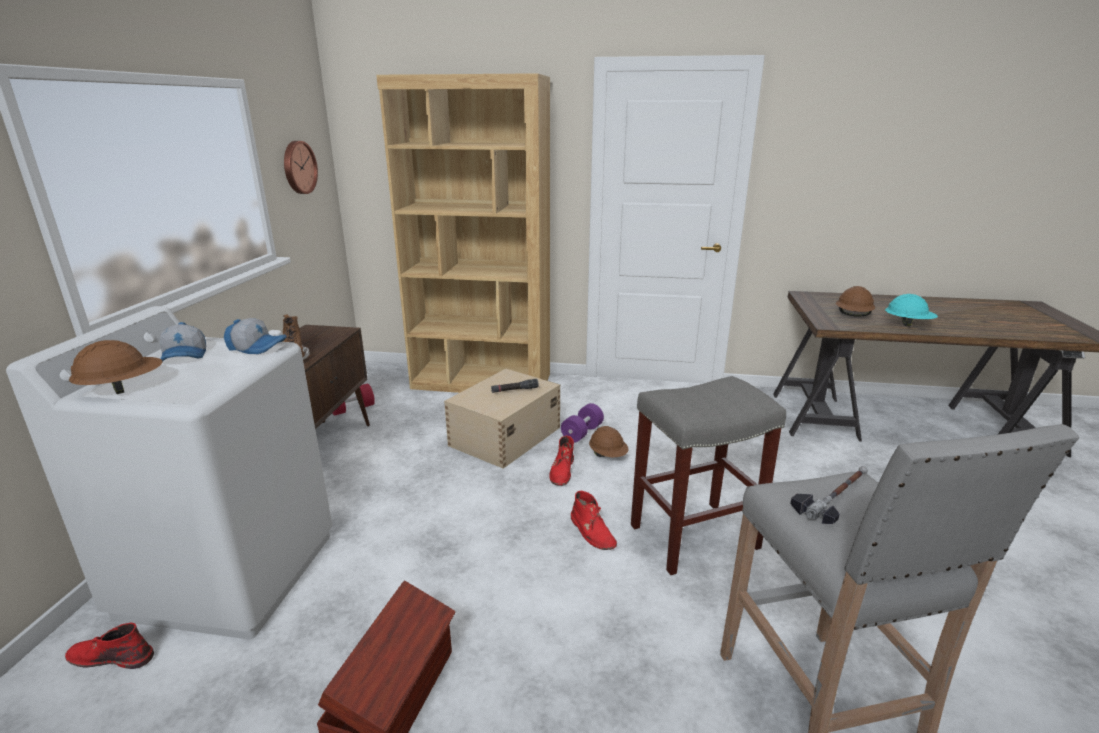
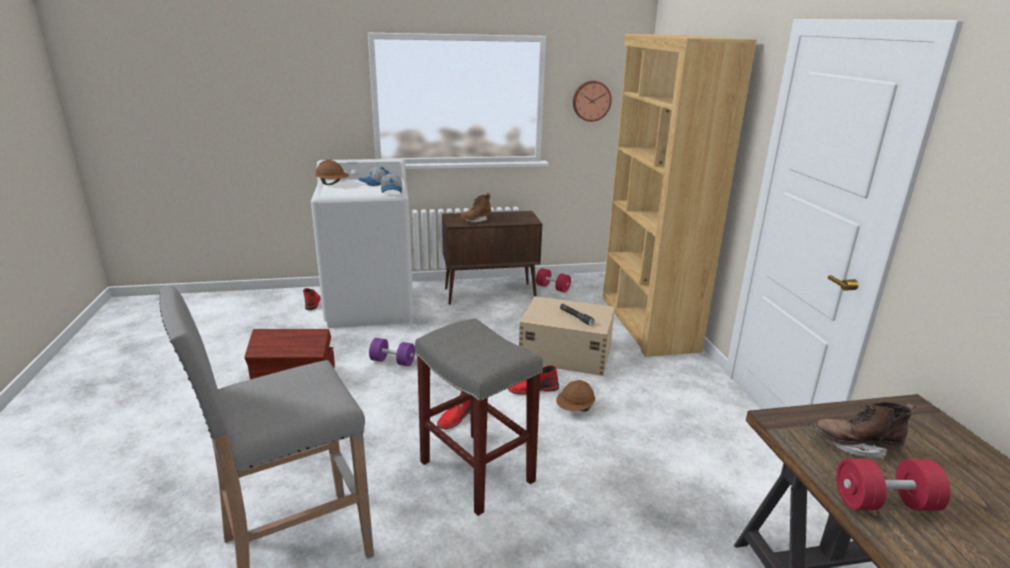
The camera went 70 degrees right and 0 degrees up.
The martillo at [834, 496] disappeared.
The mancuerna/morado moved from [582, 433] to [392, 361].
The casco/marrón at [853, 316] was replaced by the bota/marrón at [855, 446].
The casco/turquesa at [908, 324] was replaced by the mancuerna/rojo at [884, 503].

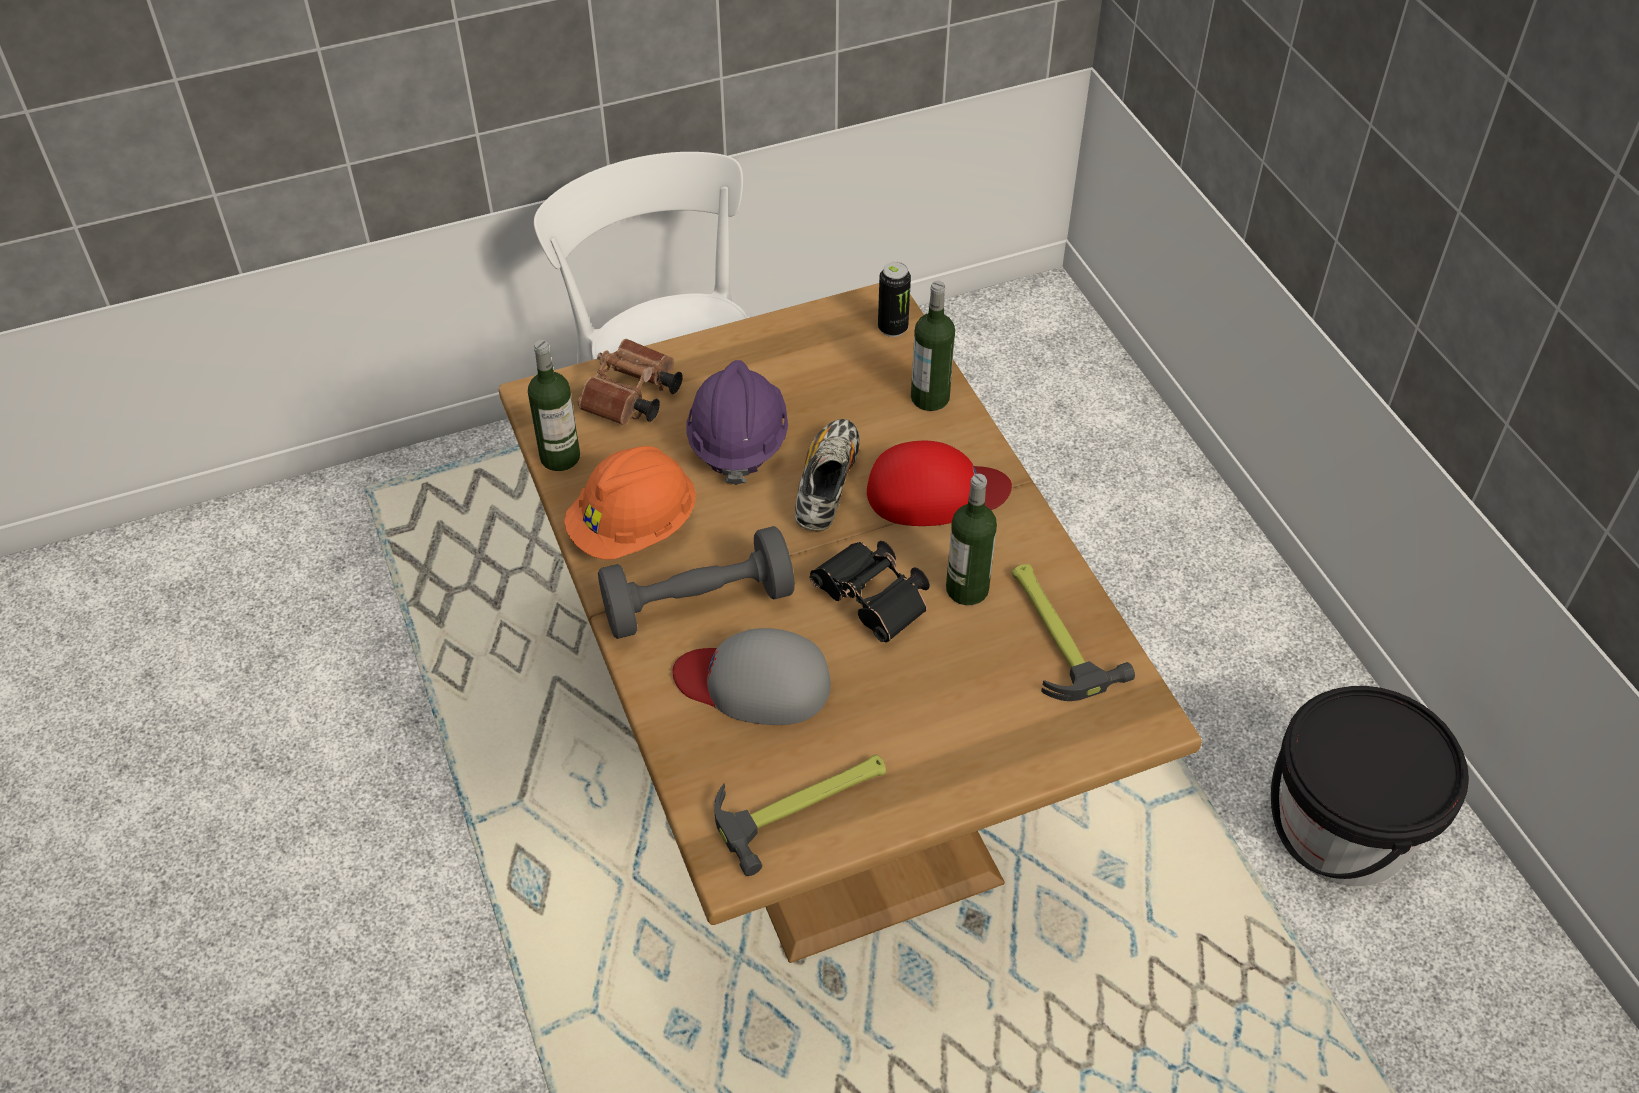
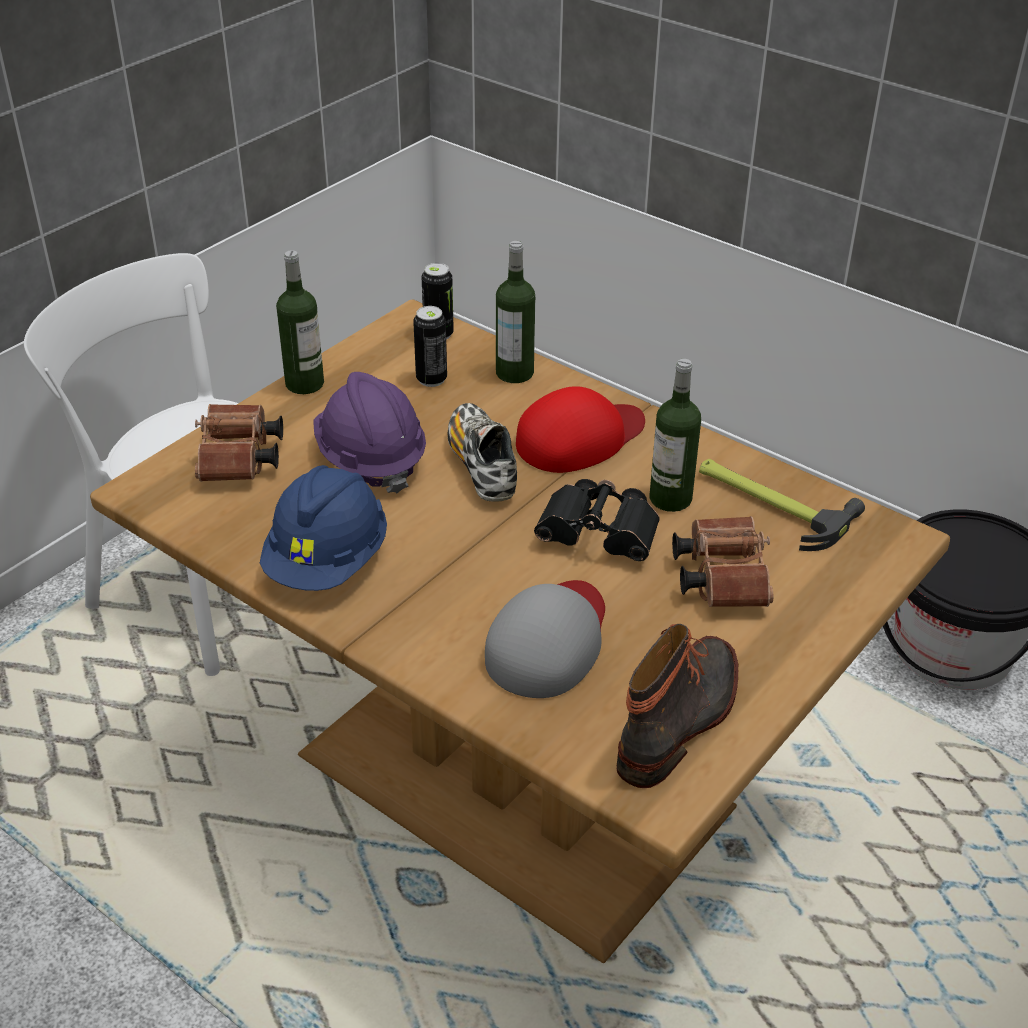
The camera went 30 degrees left and 10 degrees down.
The mancuerna/gris at [698, 604] disappeared.
The lata at [431, 379] appeared.
The prismáticos/marrón at [720, 576] appeared.
The botella moved from [560, 457] to [304, 384].
The martillo at [804, 804] was replaced by the bota at [680, 720].
The casco/naranja at [634, 528] became the casco/azul at [328, 561].
The gorra/gris at [754, 682] turned 135 degrees clockwise.

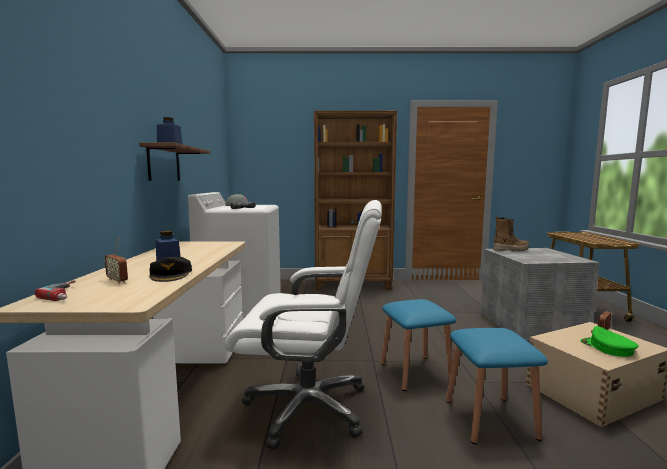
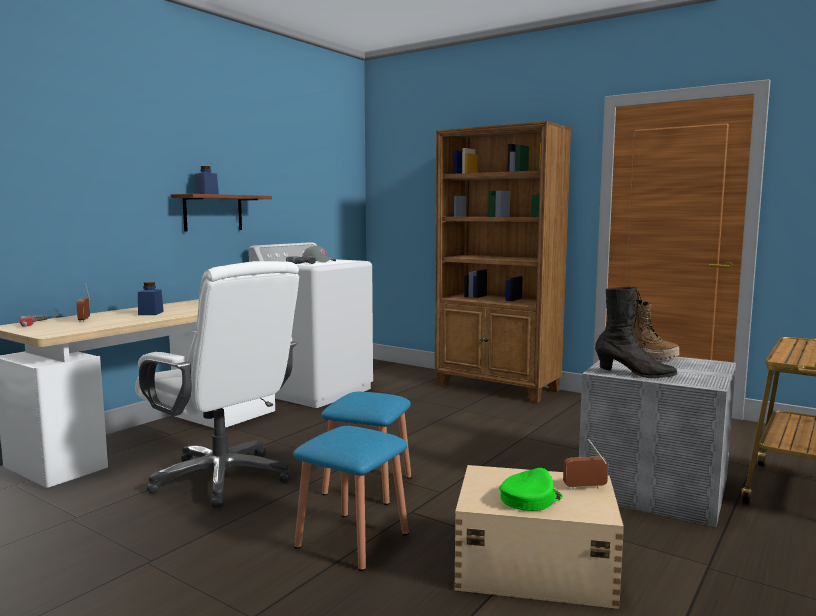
The camera went 35 degrees right and 0 degrees up.
The gorra/negro at [171, 274] disappeared.
The bota/negro at [634, 374] appeared.
The gorra/verde at [607, 347] turned 45 degrees clockwise.

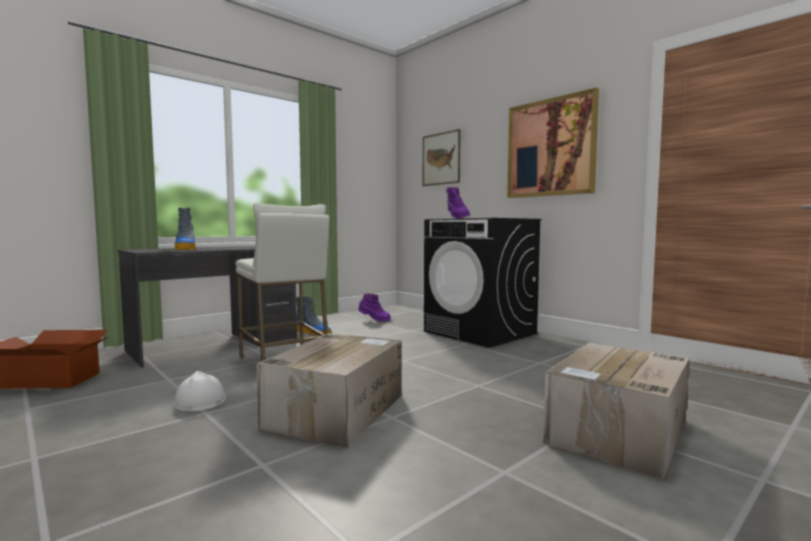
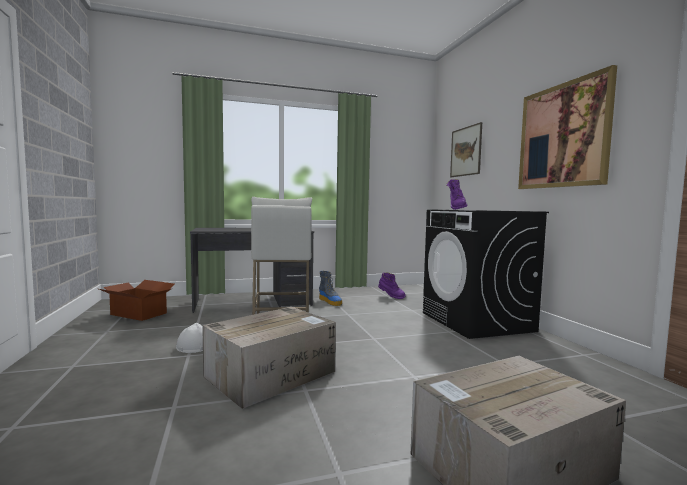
The camera went 25 degrees right and 0 degrees up.
The bota at [185, 249] disappeared.

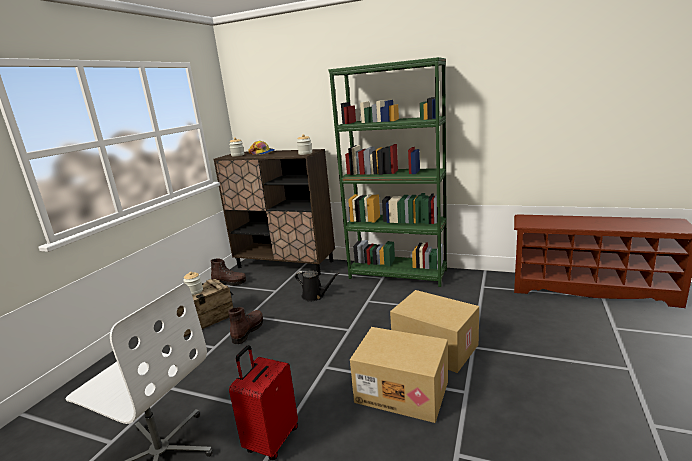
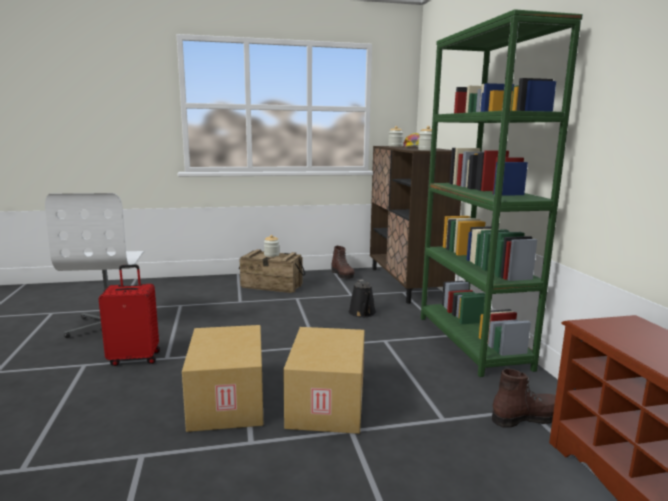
The camera went 55 degrees right and 5 degrees down.
The bota/marrón moved from [248, 331] to [526, 418].

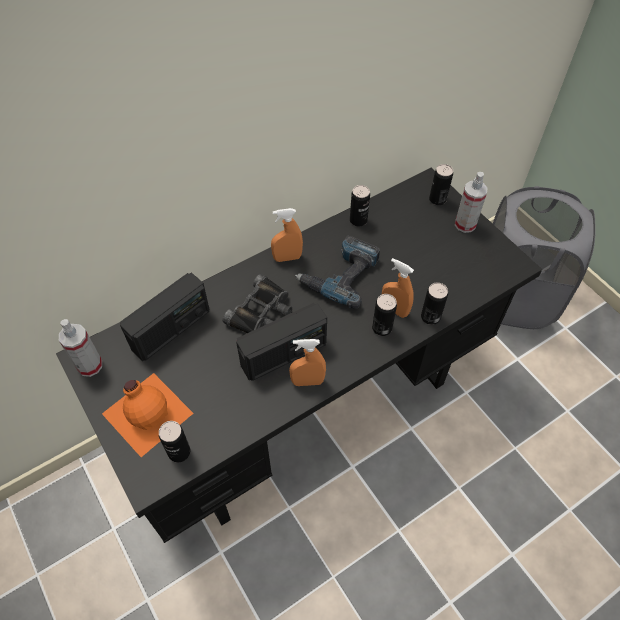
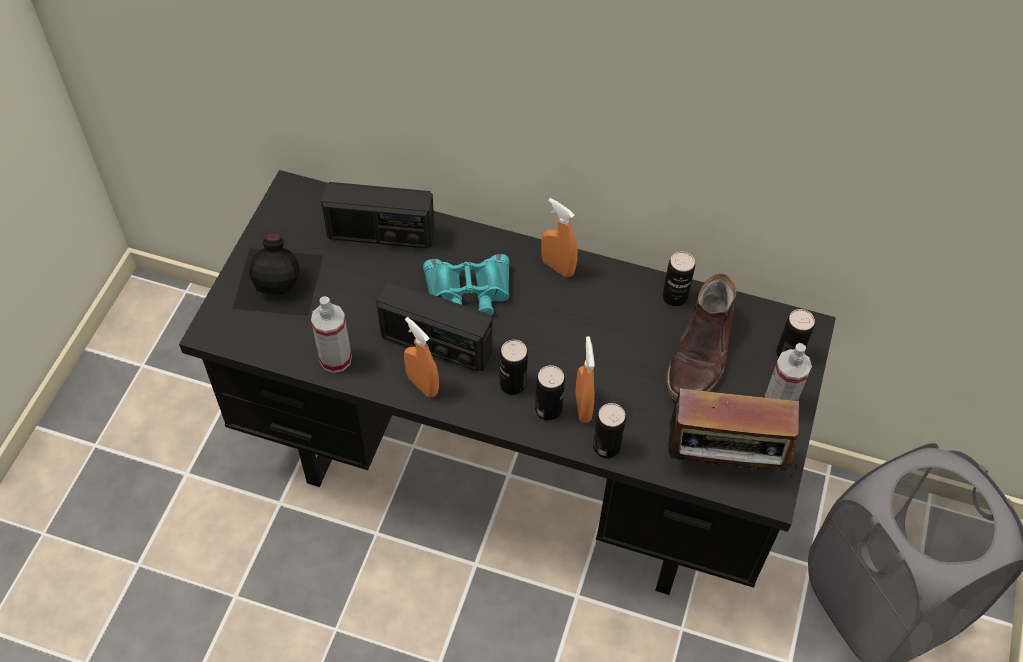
The camera went 50 degrees right and 0 degrees up.
The taladro at [340, 274] disappeared.
The radio at [724, 463] appeared.
The bota/marrón at [701, 354] appeared.
The pulverizador moved from [90, 365] to [335, 359].
The lata moved from [179, 452] to [512, 384].
The botella/naranja at [147, 412] became the botella/negro at [280, 280].
The prismáticos/negro at [261, 312] became the prismáticos/turquesa at [468, 292].

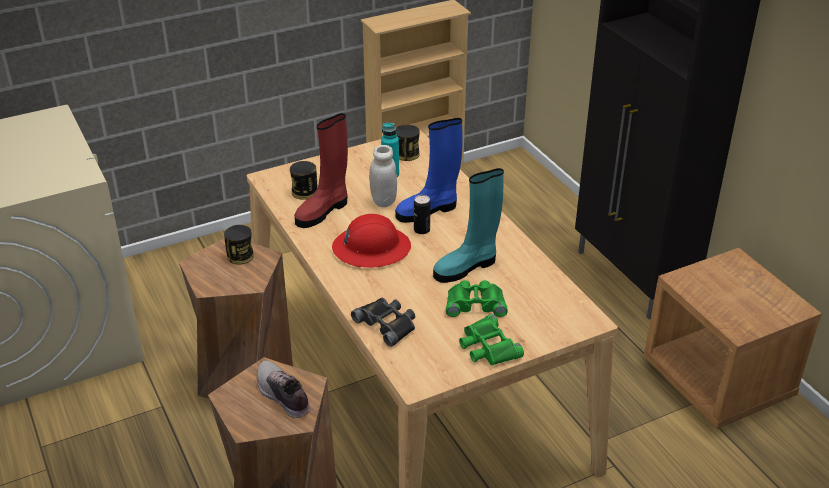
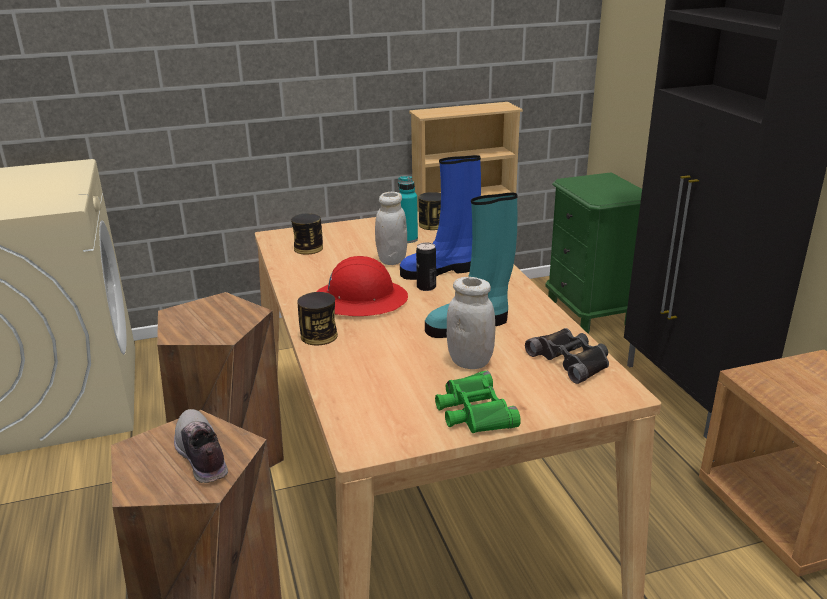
The camera went 10 degrees right and 10 degrees down.
The bota/rojo at [323, 211] disappeared.
The mesita de noche/verde at [590, 313] appeared.
The lata moved from [240, 256] to [319, 336].
The prismáticos/negro moved from [387, 324] to [571, 360].
The prismáticos/verde at [475, 303] was replaced by the tarro/blanco at [470, 362].

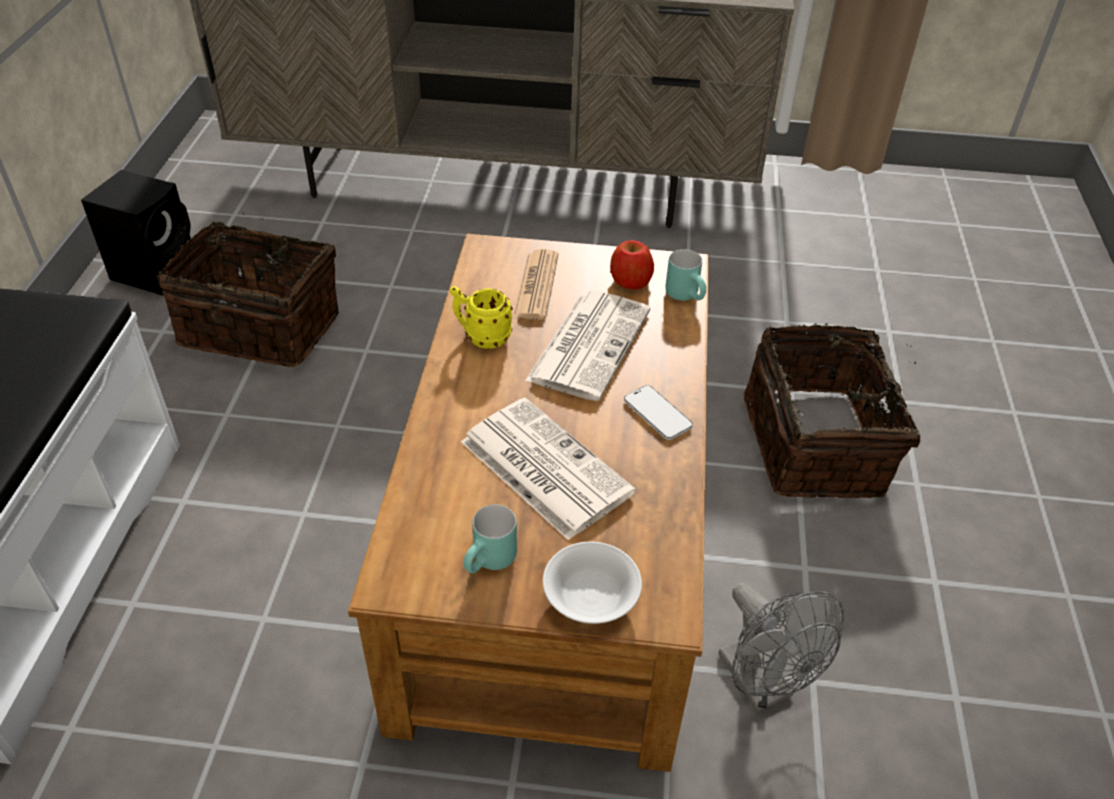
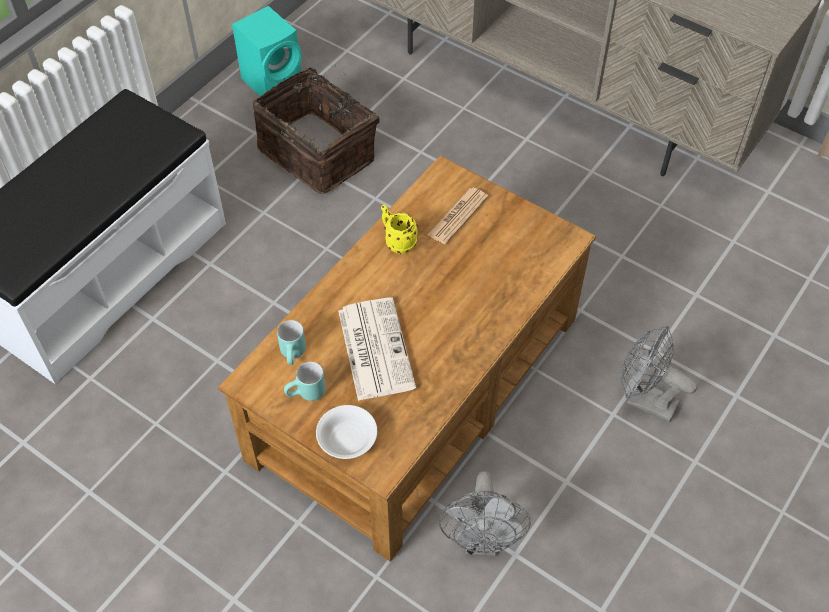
The camera went 30 degrees right and 10 degrees up.
The periódico at [589, 344] disappeared.
The manzana at [630, 280] disappeared.
The móvil at [657, 414] disappeared.
The taza grande/turquesa moved from [687, 296] to [294, 354].
The cesta at [818, 444] was replaced by the ventilador/gris at [644, 400].
The altavoz/negro at [157, 271] became the altavoz/turquesa at [274, 82].

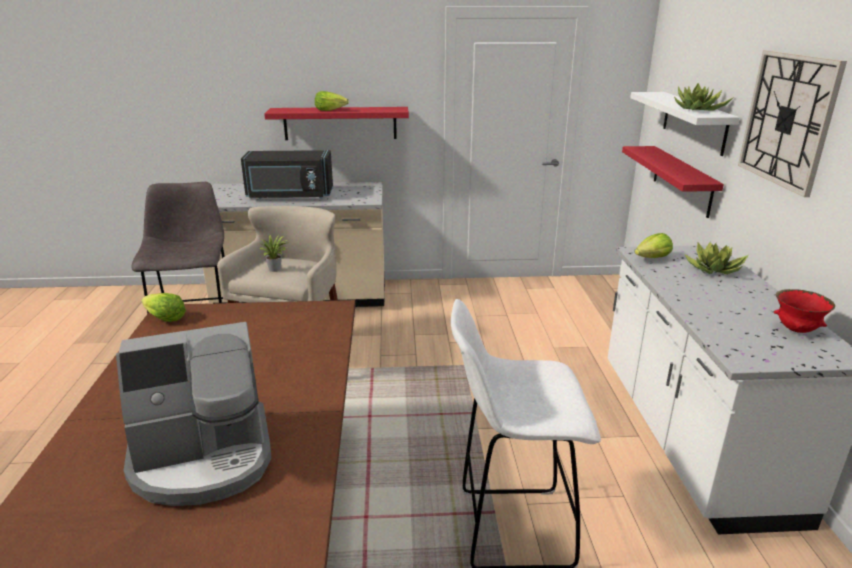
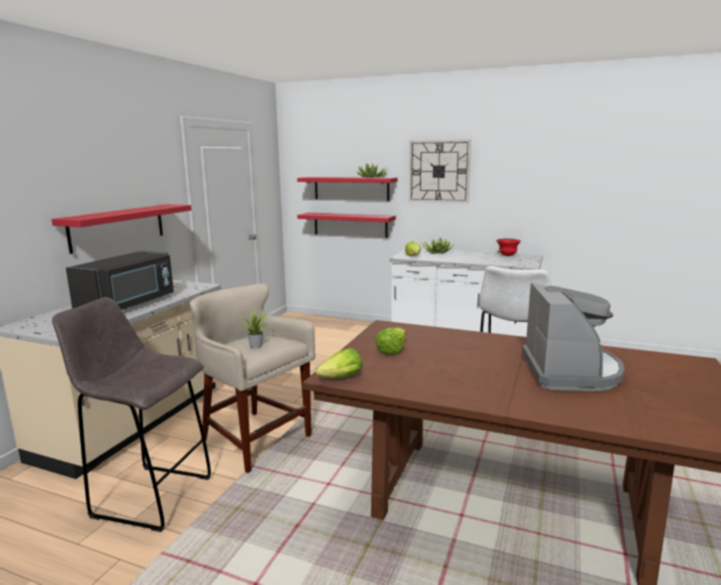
The camera went 65 degrees left and 10 degrees down.
The lechuga moved from [330, 110] to [391, 350].
The estante/blanco at [694, 122] became the estante/rojo at [351, 188].

